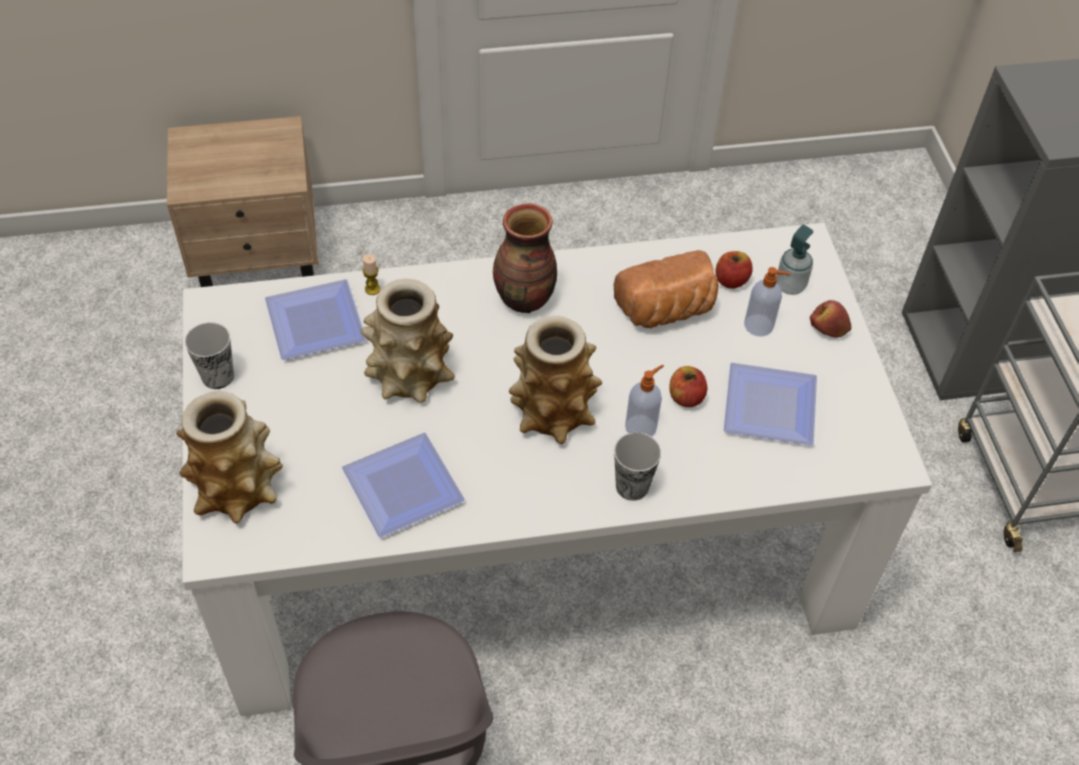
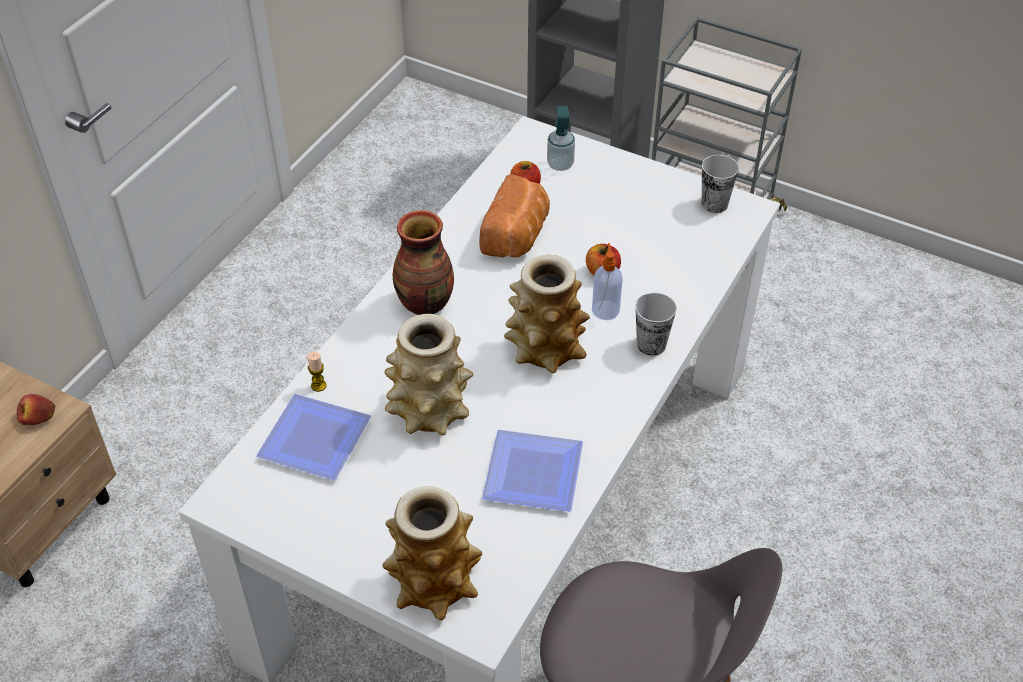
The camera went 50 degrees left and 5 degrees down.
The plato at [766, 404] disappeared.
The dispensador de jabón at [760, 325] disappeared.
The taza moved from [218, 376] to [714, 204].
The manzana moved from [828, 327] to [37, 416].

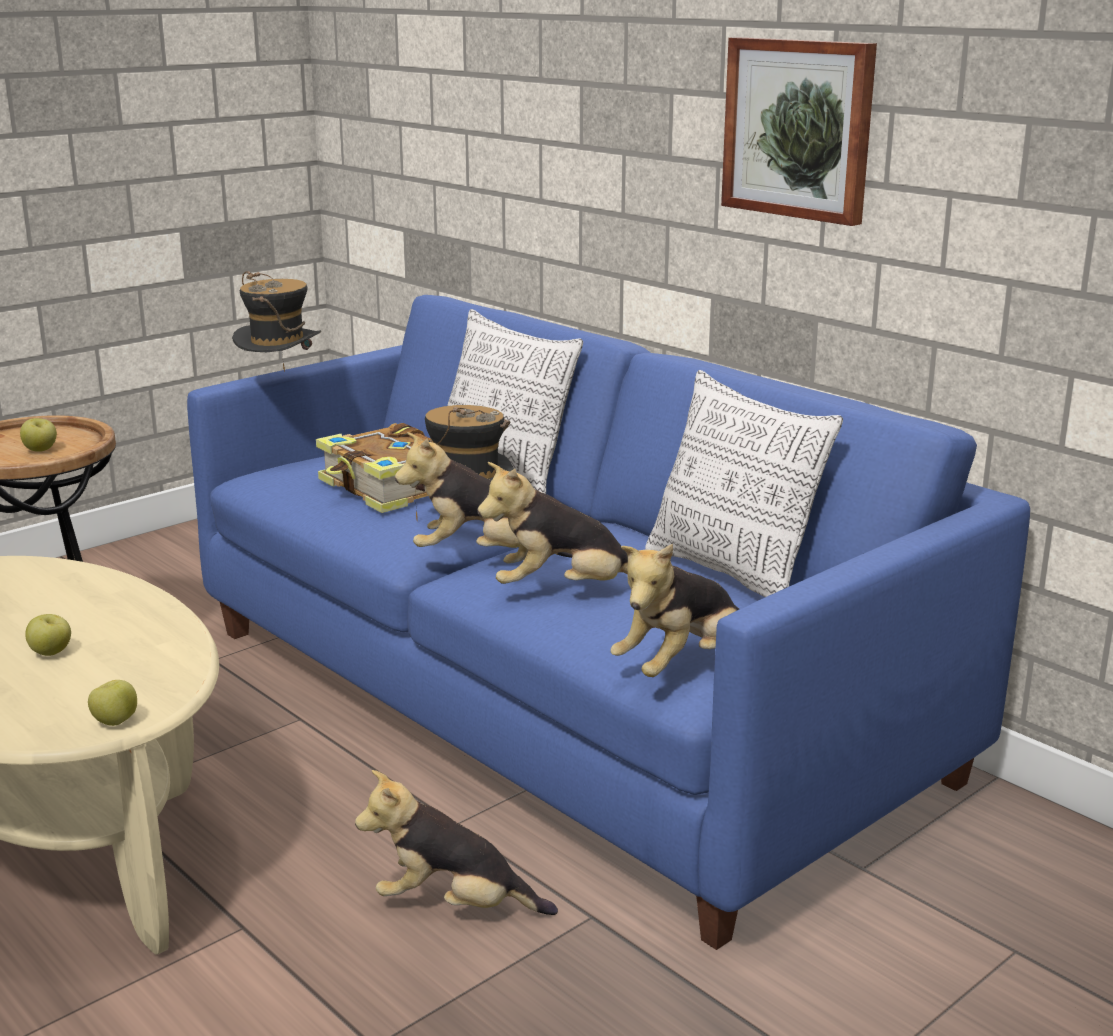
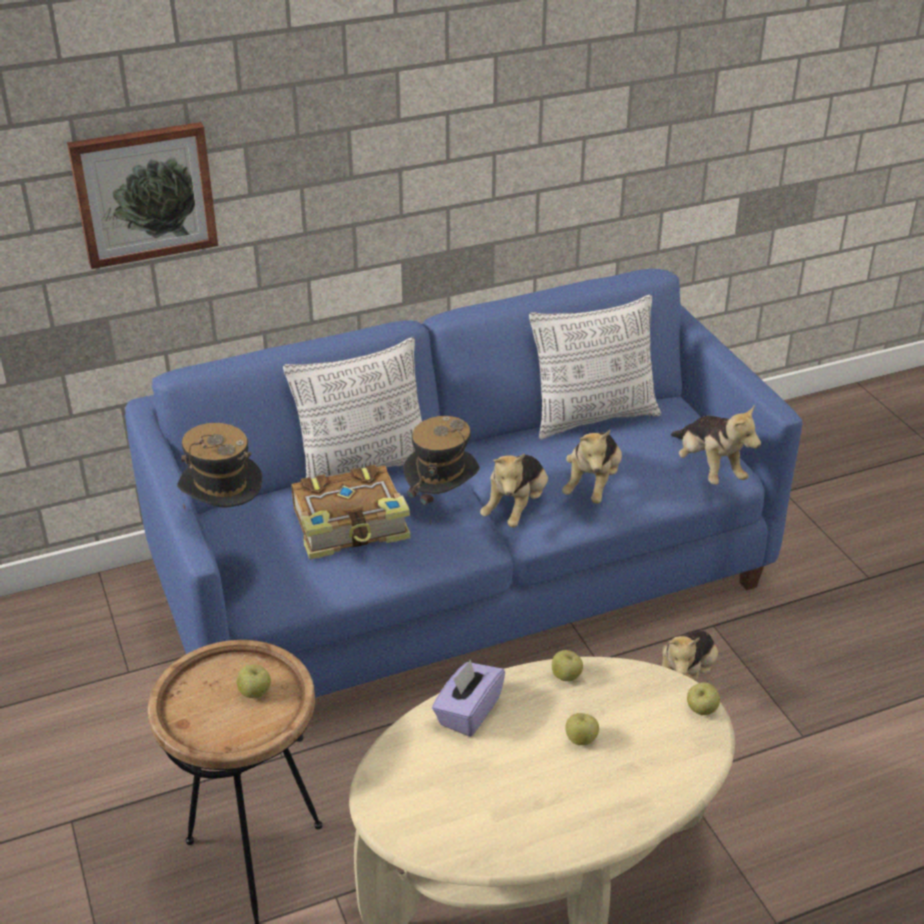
The camera went 70 degrees left and 15 degrees up.
The caja de pañuelos/morado at [468, 712] appeared.
The manzana at [566, 676] appeared.
The cuadro moved from [799, 128] to [144, 193].

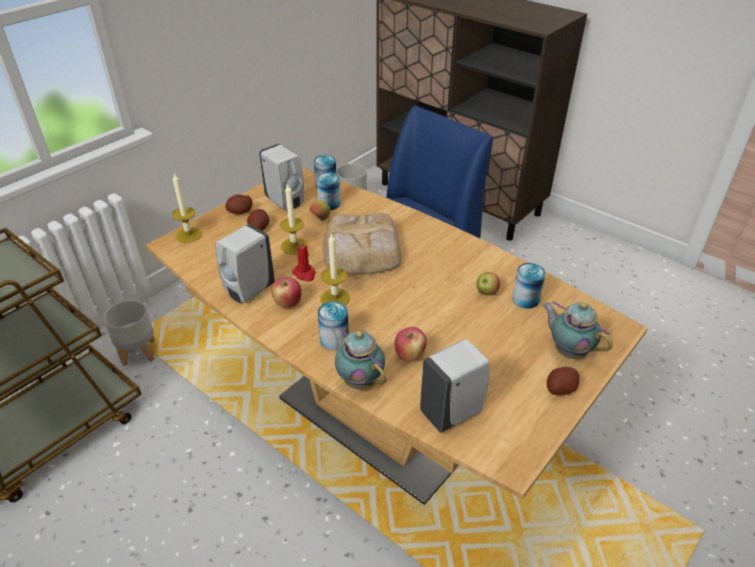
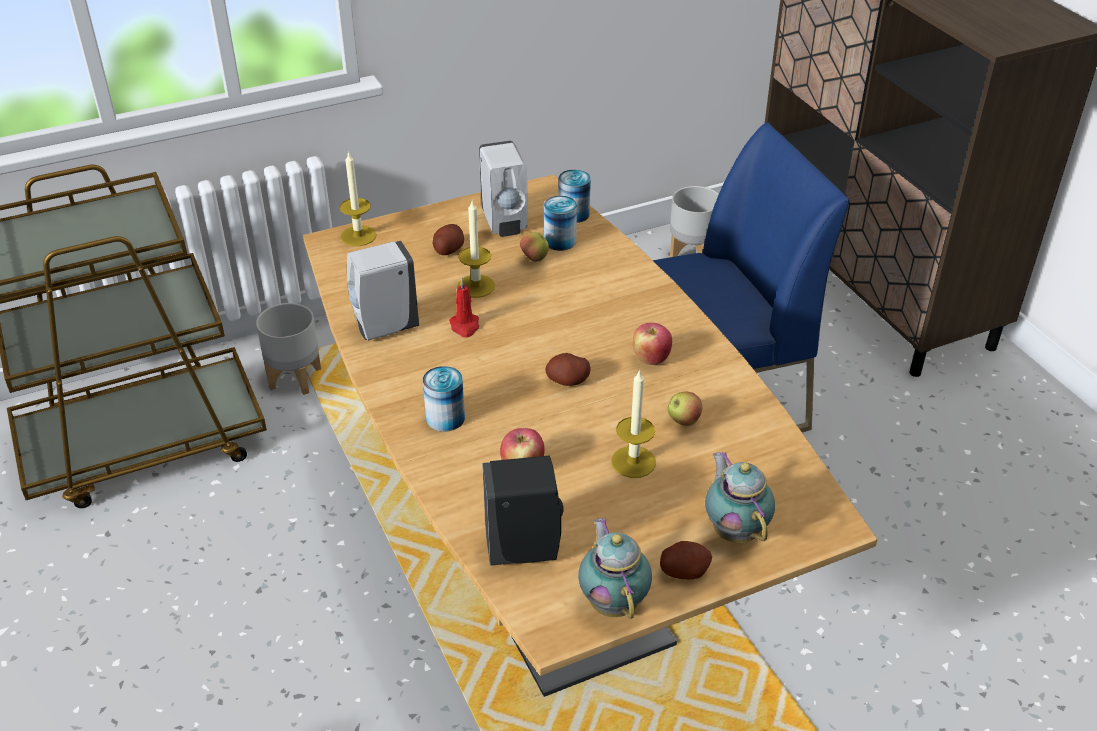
The camera went 25 degrees right and 0 degrees up.
The pan at [361, 250] disappeared.
The lata at [525, 299] disappeared.
The patata moved from [240, 212] to [568, 381].
The manzana moved from [287, 303] to [651, 359].
The vela moved from [335, 298] to [633, 462].
The tetera moved from [359, 380] to [613, 601].
The dispensador de jabón/blanco at [452, 412] became the dispensador de jabón/negro at [525, 549].

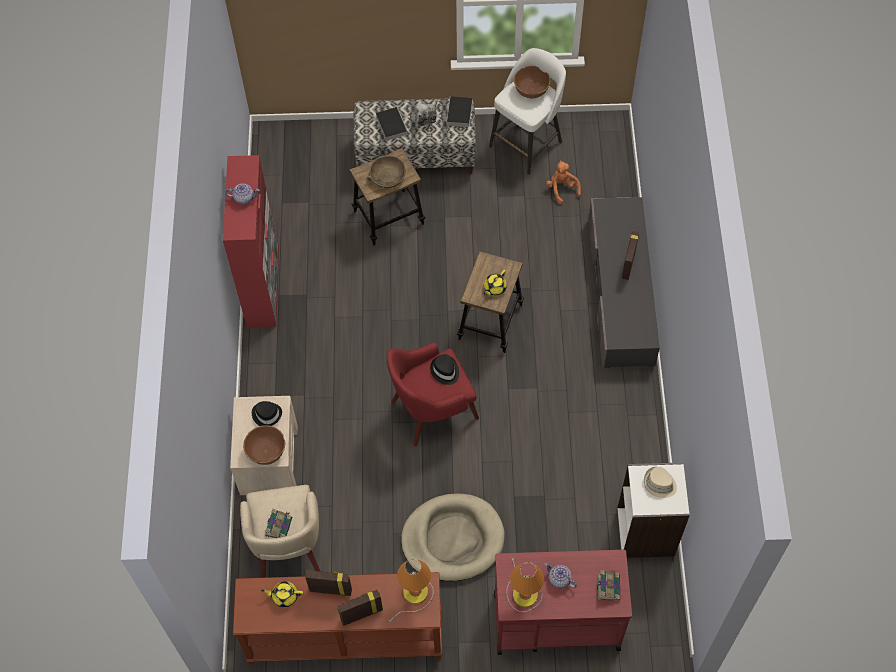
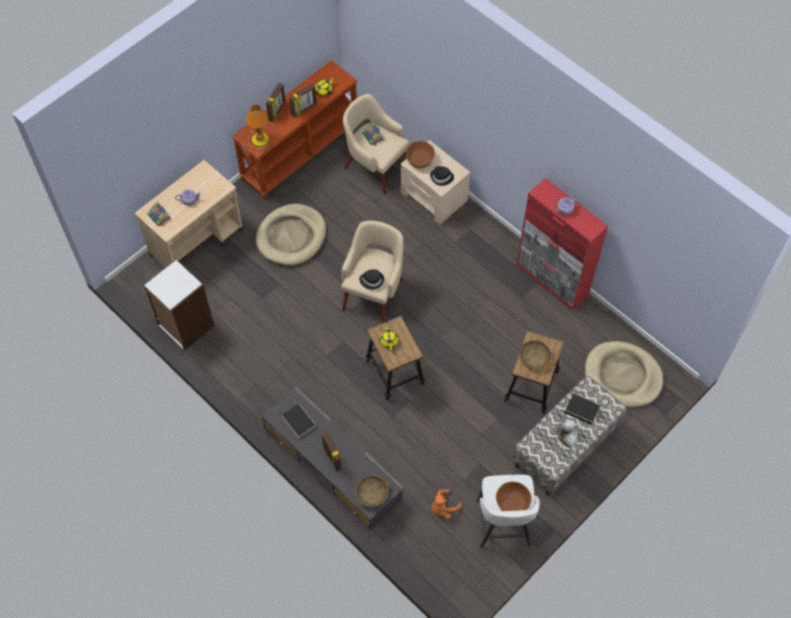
The camera went 135 degrees right and 0 degrees up.
The lámpara de mesa at [522, 593] disappeared.
The sombrero/beis at [659, 483] disappeared.
The cuenco/marrón at [372, 493] appeared.
The cama para perro/beis at [622, 376] appeared.
The libro moved from [459, 114] to [298, 421].
The sillón/rojo at [431, 410] became the sillón/beis at [374, 292].
The carrito/rojo at [555, 621] became the carrito/beis at [197, 241].
The peluche/naranja at [562, 189] turned 120 degrees clockwise.

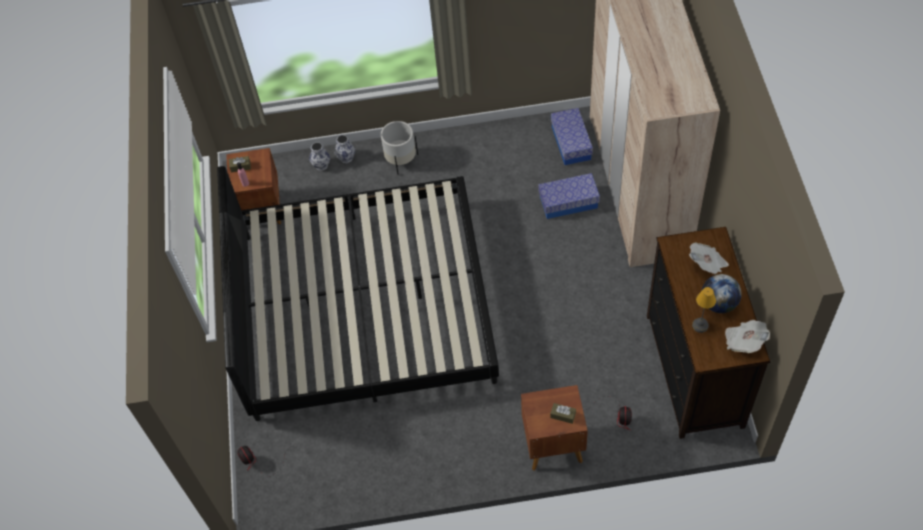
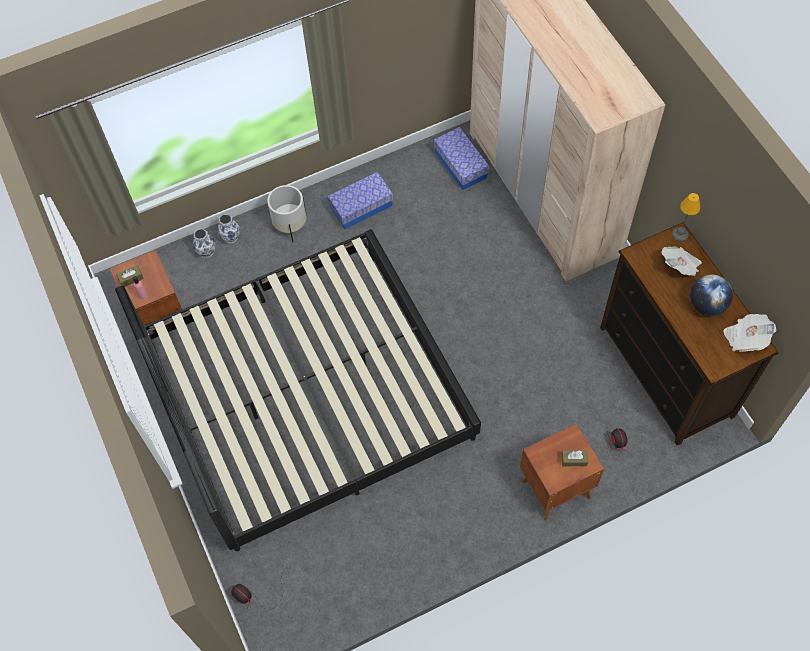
The camera went 20 degrees left and 5 degrees up.
The caja de almacenaje moved from [568, 202] to [361, 207].
The lámpara de mesa moved from [700, 326] to [680, 235].

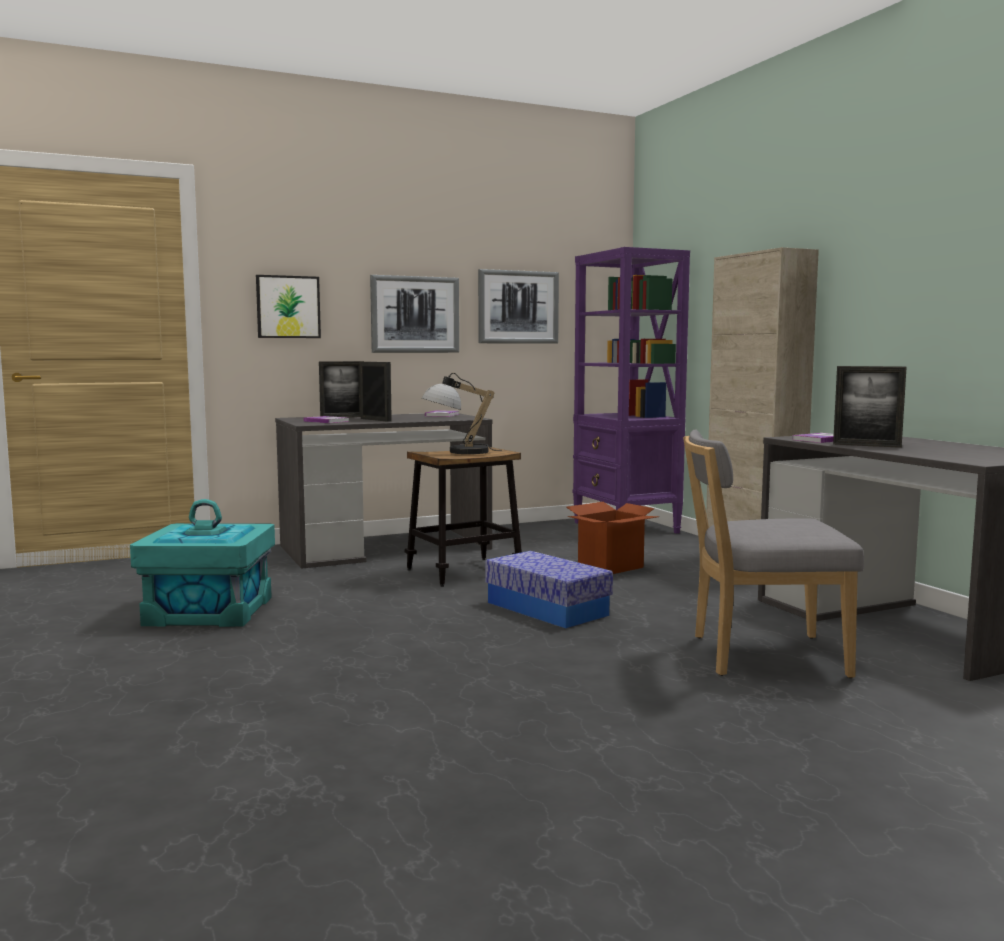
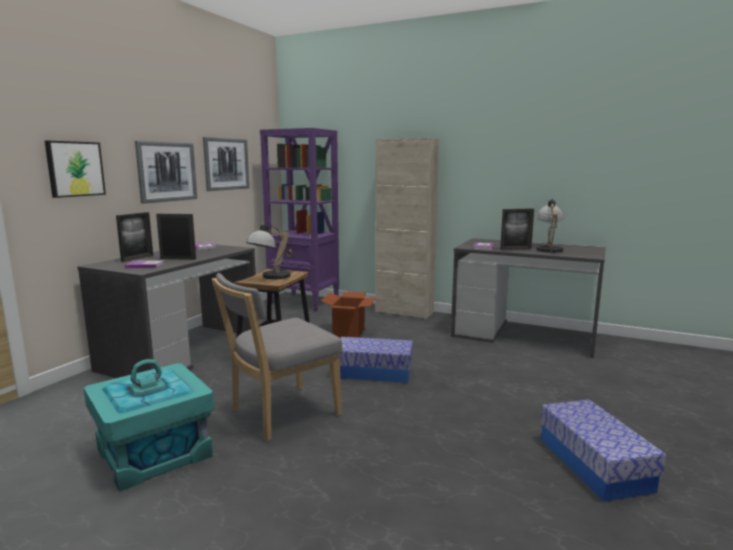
The camera went 40 degrees left and 5 degrees up.
The lámpara de mesa at [548, 249] appeared.
The caja de almacenaje at [594, 464] appeared.
The silla/gris moved from [760, 655] to [280, 414].

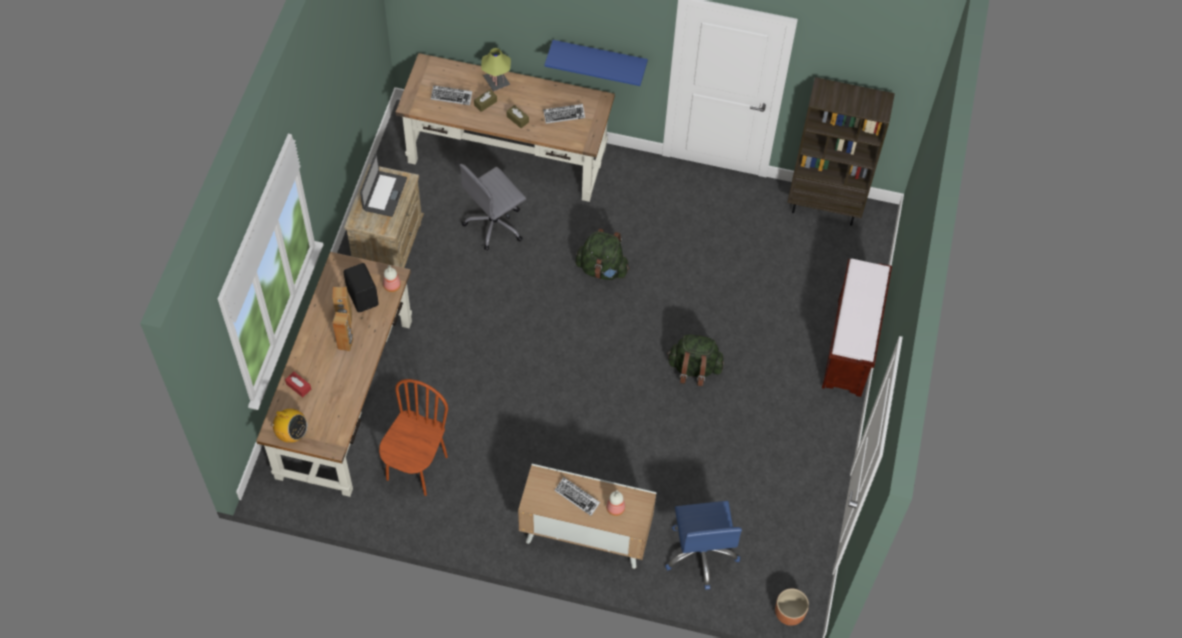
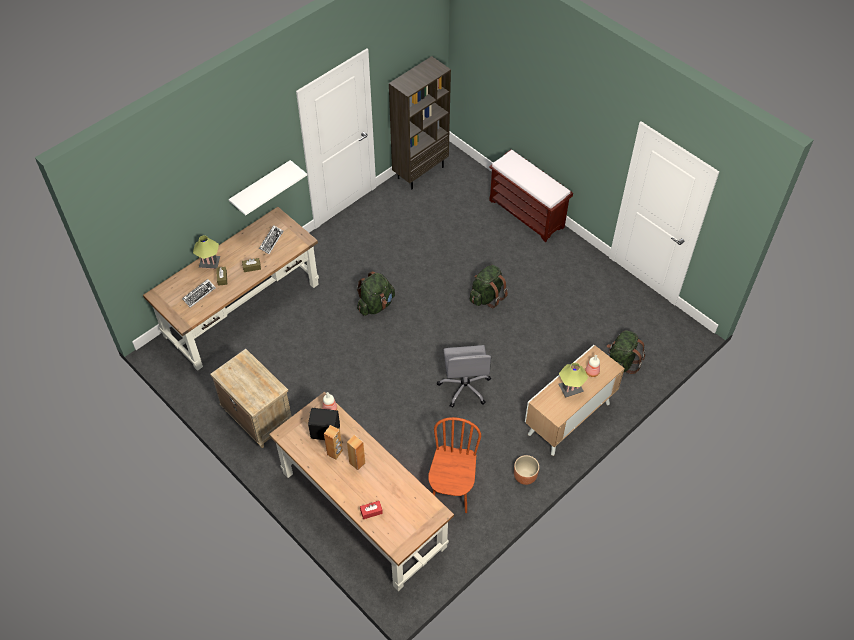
The camera went 55 degrees left and 5 degrees down.
The radio at [292, 434] disappeared.
The portátil at [384, 194] disappeared.
The silla de oficina/gris moved from [495, 224] to [465, 387].
The maceta/marrón moved from [788, 614] to [525, 476].
The teclado at [577, 497] was replaced by the lámpara de mesa at [570, 389].
The silla de oficina/azul at [701, 553] was replaced by the mochila/verde at [621, 363].
The estante/azul at [599, 58] became the estante/blanco at [261, 186].
The silla/marrón at [416, 468] turned 45 degrees clockwise.

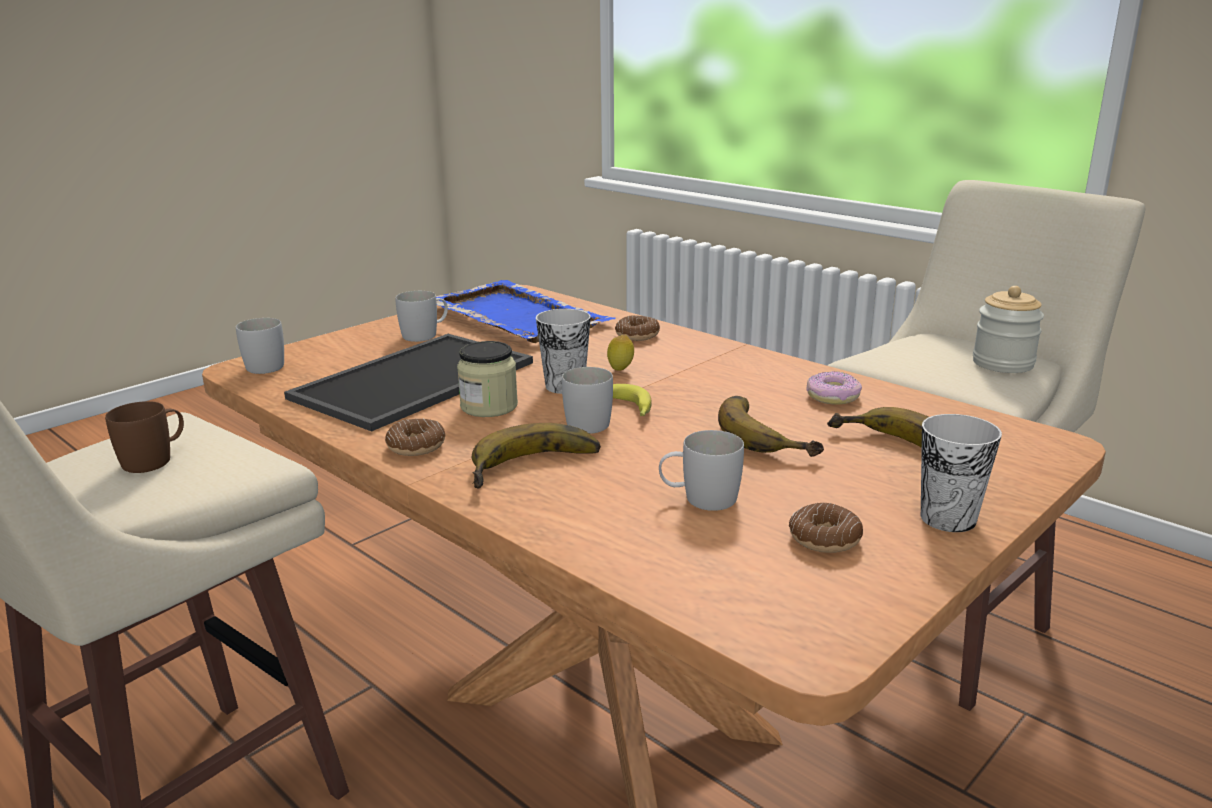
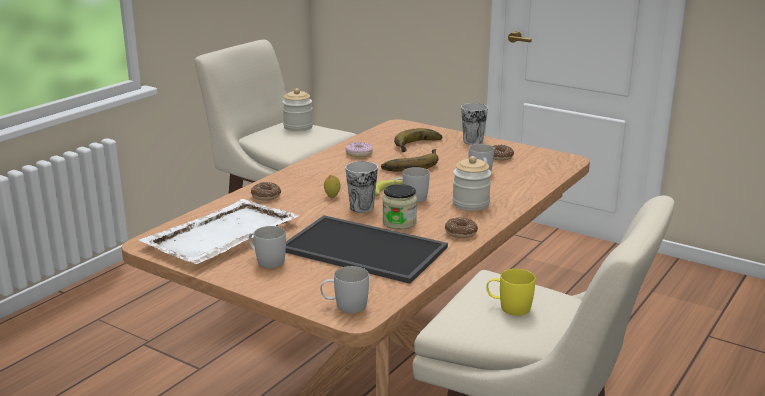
The camera went 100 degrees left and 0 degrees up.
The plátano at [537, 469] was replaced by the tarro at [470, 204].
The taza grande/marrón at [155, 459] became the taza grande/amarillo at [509, 307].
The bandeja/azul at [515, 316] became the bandeja/blanco at [220, 235].

